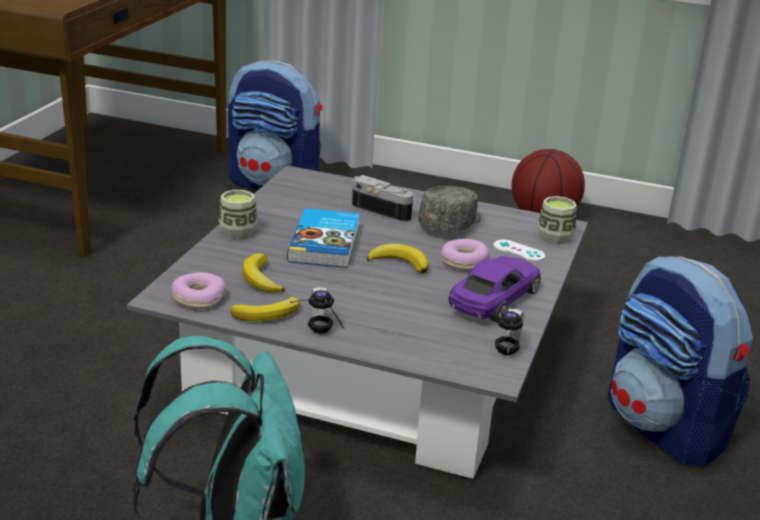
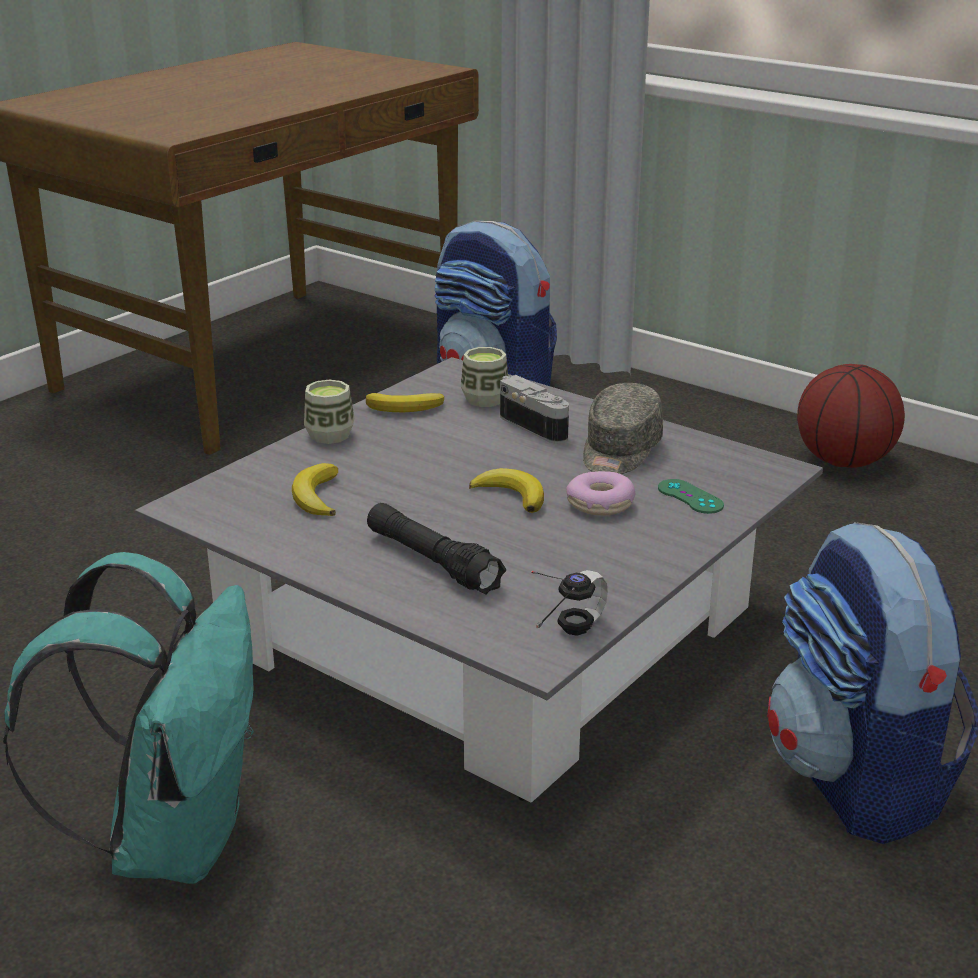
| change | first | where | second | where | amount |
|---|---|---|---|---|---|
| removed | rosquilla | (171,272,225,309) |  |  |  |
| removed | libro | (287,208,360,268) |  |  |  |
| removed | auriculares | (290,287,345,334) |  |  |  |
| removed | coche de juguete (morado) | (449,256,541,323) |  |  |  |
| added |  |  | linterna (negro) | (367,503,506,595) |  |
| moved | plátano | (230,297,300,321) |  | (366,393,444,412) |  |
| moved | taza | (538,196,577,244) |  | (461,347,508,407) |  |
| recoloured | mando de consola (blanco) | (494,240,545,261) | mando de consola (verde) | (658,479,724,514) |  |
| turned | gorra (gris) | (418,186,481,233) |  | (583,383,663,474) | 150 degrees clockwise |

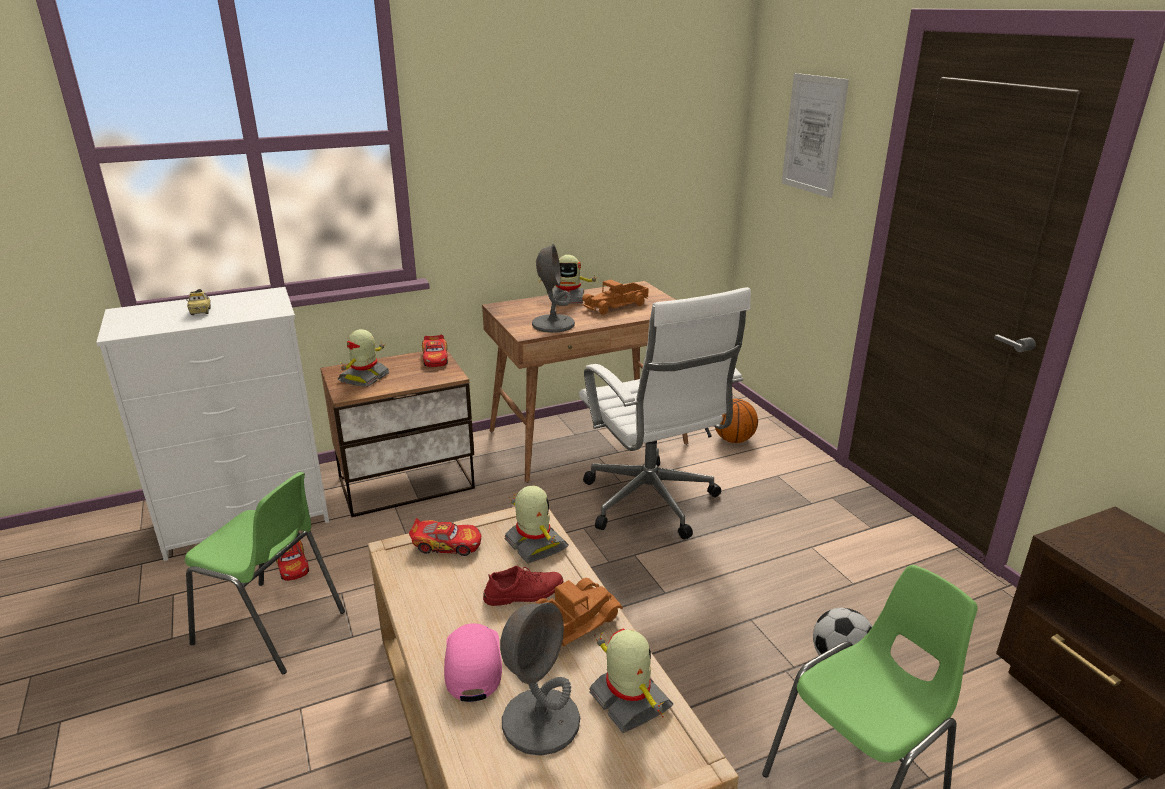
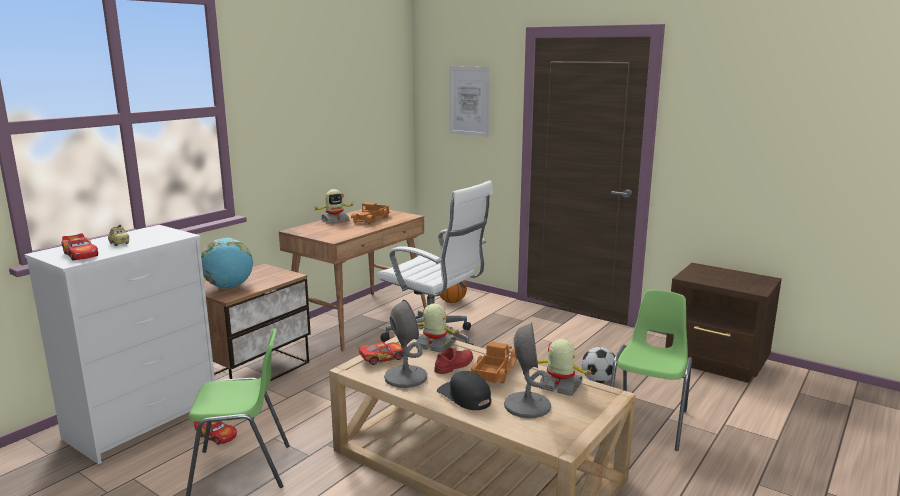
| change | first | where | second | where | amount |
|---|---|---|---|---|---|
| moved | coche de juguete | (422,335,448,367) |  | (61,233,98,261) |  |
| moved | lámpara de mesa (gris) | (532,244,575,333) |  | (384,300,427,388) |  |
| replaced | robot de juguete | (338,329,390,387) | globo terráqueo | (201,238,253,289) |  |
| recoloured | gorra (rosa) | (444,624,502,702) | gorra (negro) | (437,371,491,410) |  |

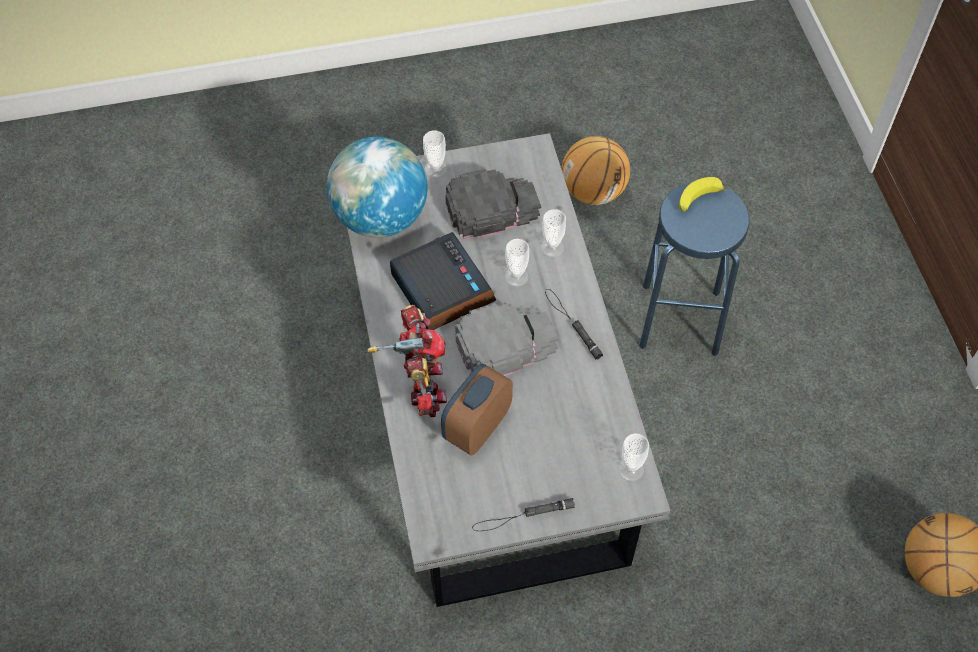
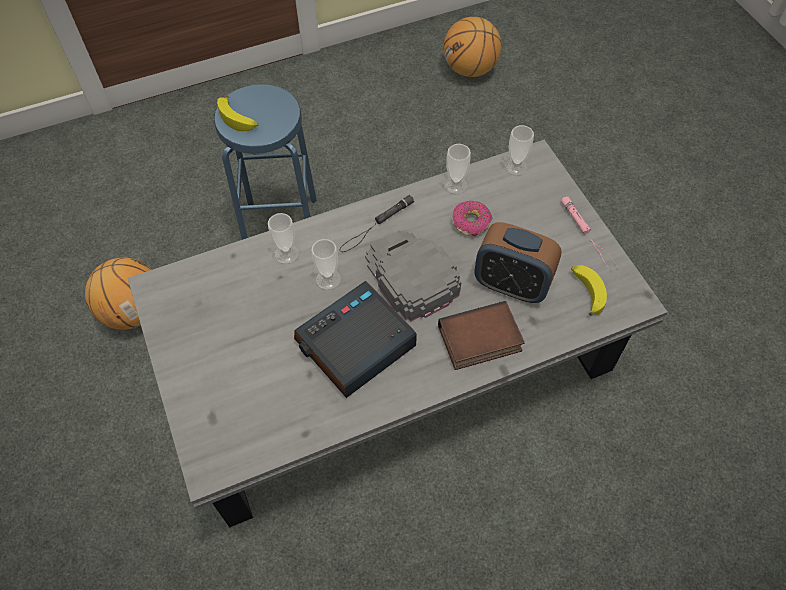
| change | first | where | second | where | amount |
|---|---|---|---|---|---|
| removed | globo terráqueo | (327,137,428,238) |  |  |  |
| removed | gorra (negro) | (445,169,541,239) |  |  |  |
| added |  |  | rosquilla | (452,201,493,237) |  |
| added |  |  | plátano | (571,265,607,316) |  |
| moved | taza | (423,130,447,178) |  | (444,144,471,194) |  |
| replaced | robot de juguete | (367,305,447,417) | libro | (438,301,525,370) |  |
| recoloured | linterna (negro) | (472,498,575,531) | linterna (rosa) | (561,196,617,271) |  |

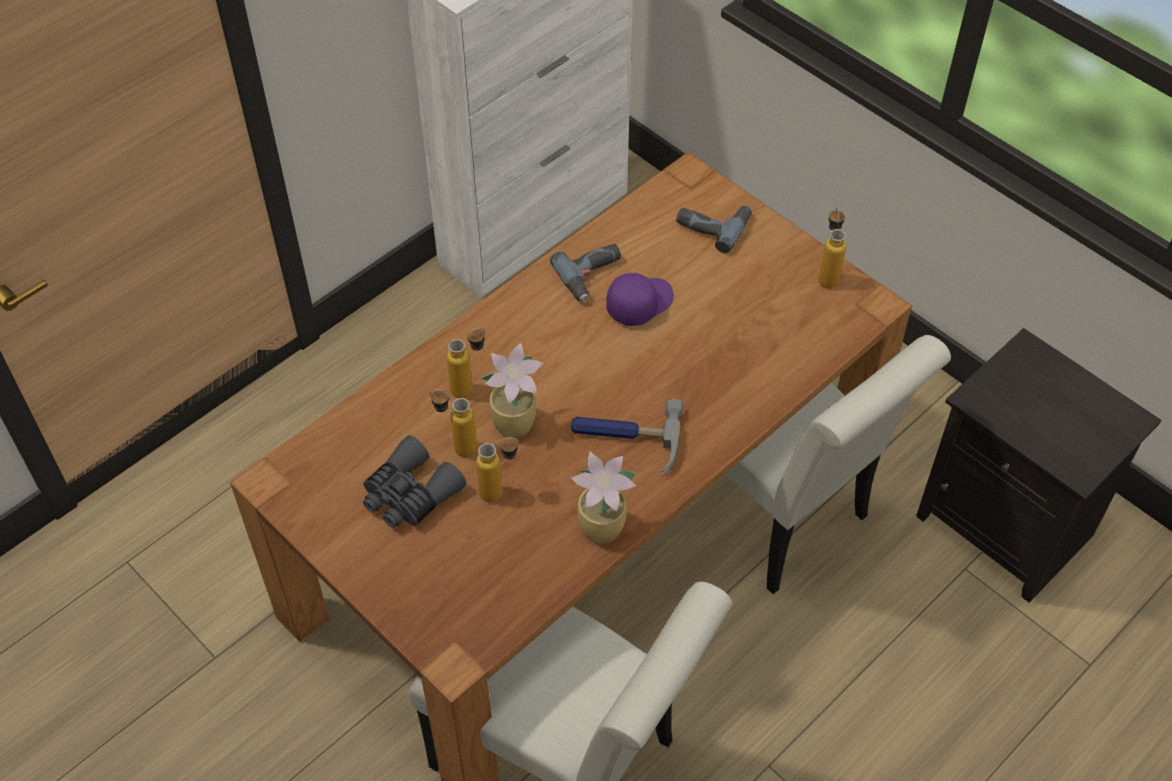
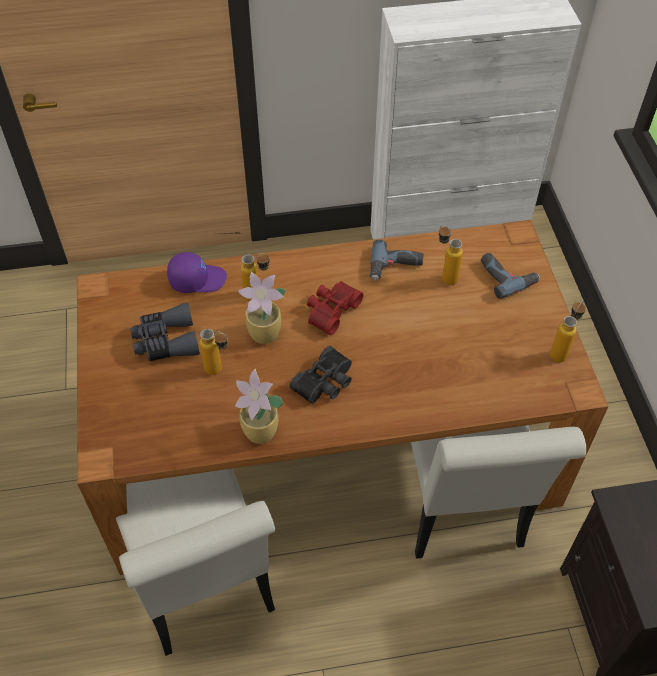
| change | first | where | second | where | amount |
|---|---|---|---|---|---|
| added |  |  | prismáticos (rojo) | (307,281,364,336) |  |
| moved | botella | (430,389,477,457) |  | (439,225,463,285) |  |
| moved | gorra (morado) | (606,273,674,326) |  | (167,252,227,293) |  |
| replaced | martillo | (571,399,684,476) | prismáticos (negro) | (290,346,352,404) |  |

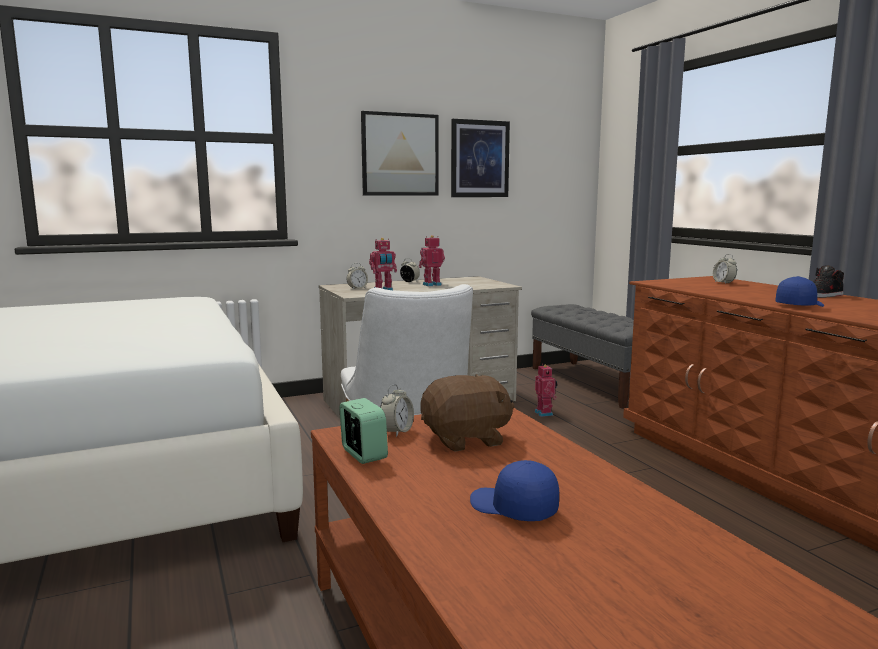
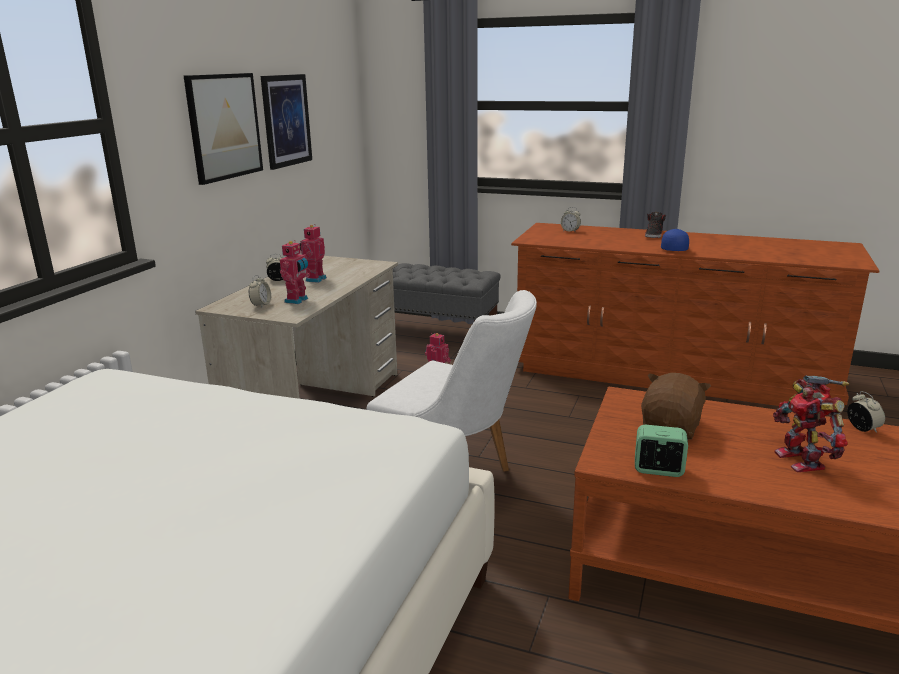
| change | first | where | second | where | amount |
|---|---|---|---|---|---|
| moved | despertador | (380,384,414,437) |  | (847,391,885,433) |  |
| replaced | gorra (azul) | (470,460,559,521) | robot de juguete | (773,375,849,472) |  |

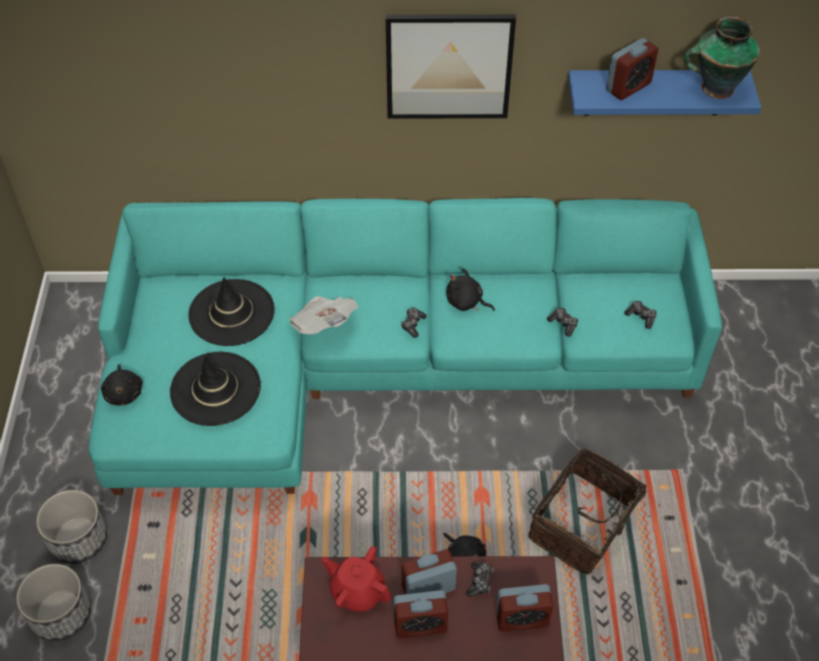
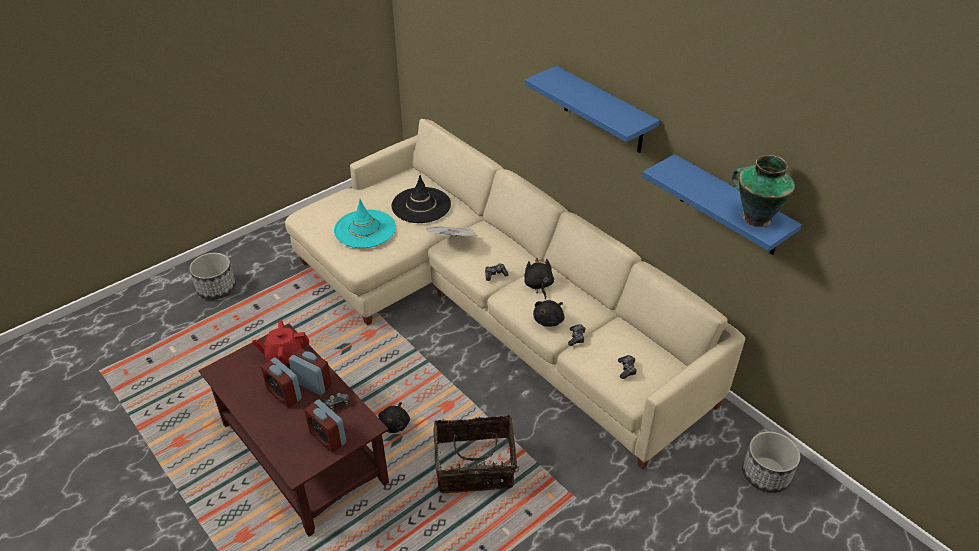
| change | first | where | second | where | amount |
|---|---|---|---|---|---|
| removed | despertador | (606,38,658,100) |  |  |  |
| moved | maceta | (36,490,107,564) |  | (742,431,800,493) |  |
| moved | peluche (negro) | (101,364,143,406) |  | (533,300,565,327) |  |
| replaced | cuadro | (386,14,516,119) | estante (azul) | (525,66,660,153) |  |
| recoloured | sofá (turquesa) | (89,198,722,495) | sofá (beis) | (285,119,745,469) |  |
| recoloured | sombrero (negro) | (170,352,261,426) | sombrero (turquesa) | (334,199,396,248) |  |
| turned | tetera (rojo) | (321,546,391,612) |  | (252,320,309,364) | 90 degrees counterclockwise |

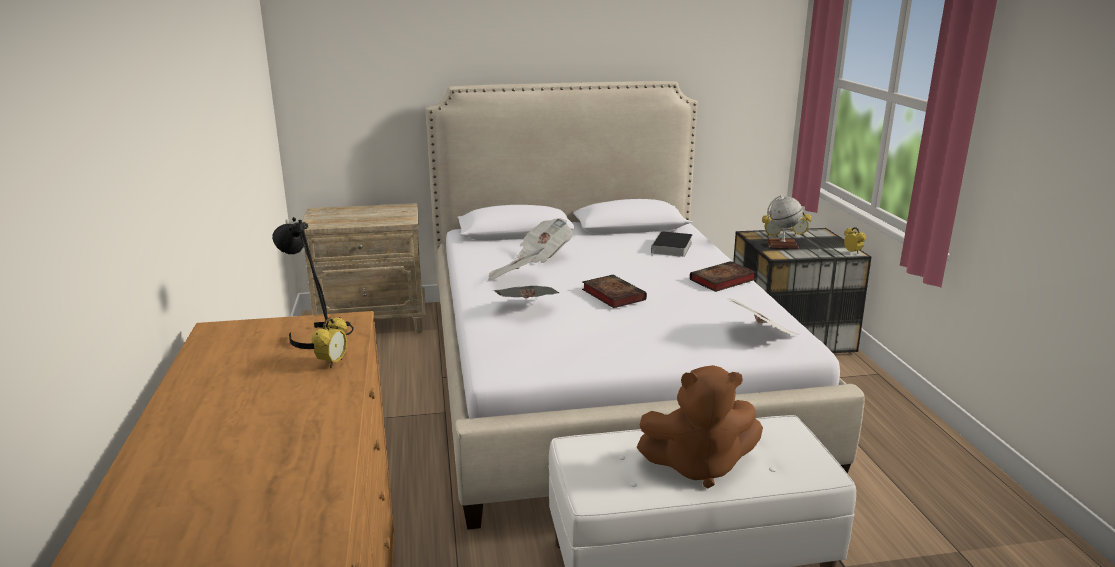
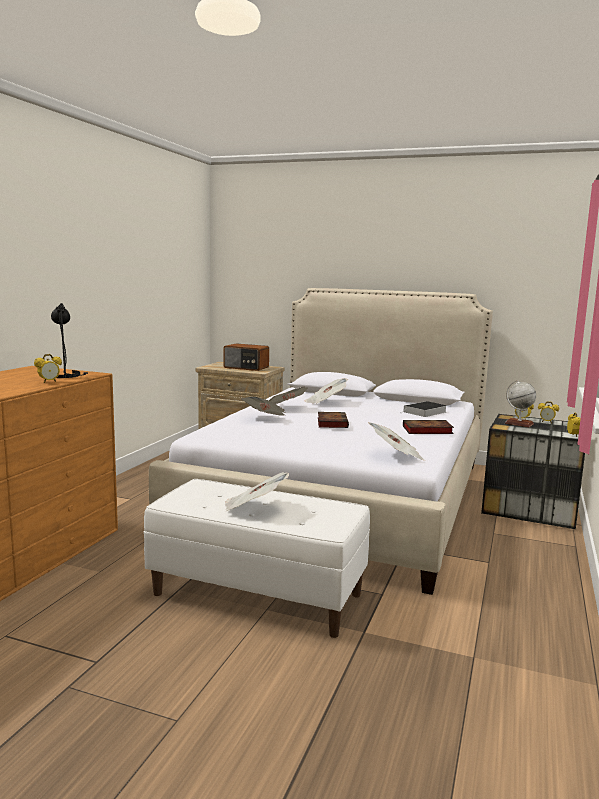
| change | first | where | second | where | amount |
|---|---|---|---|---|---|
| added |  |  | radio | (223,344,269,371) |  |
| replaced | peluche (marrón) | (637,365,763,488) | periódico | (225,472,289,511) |  |

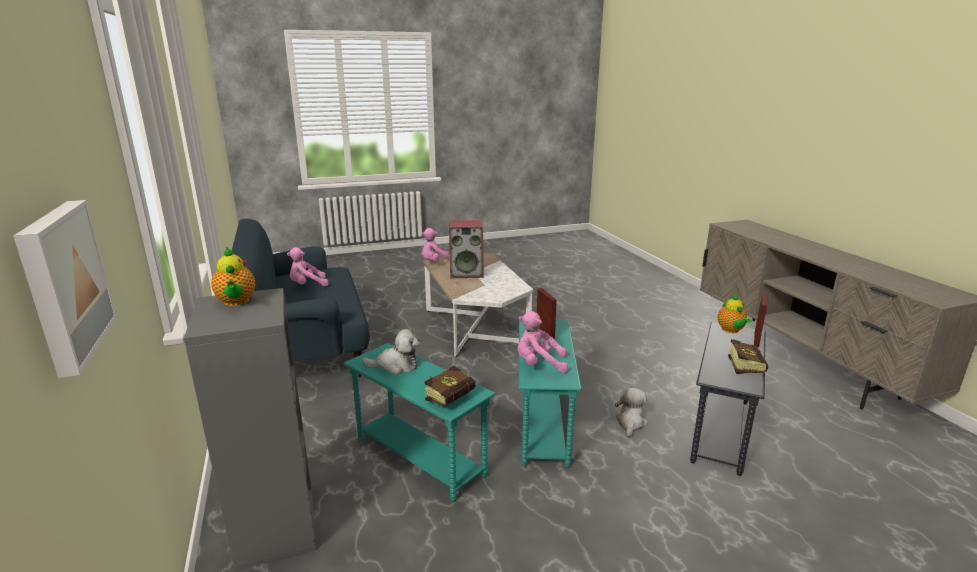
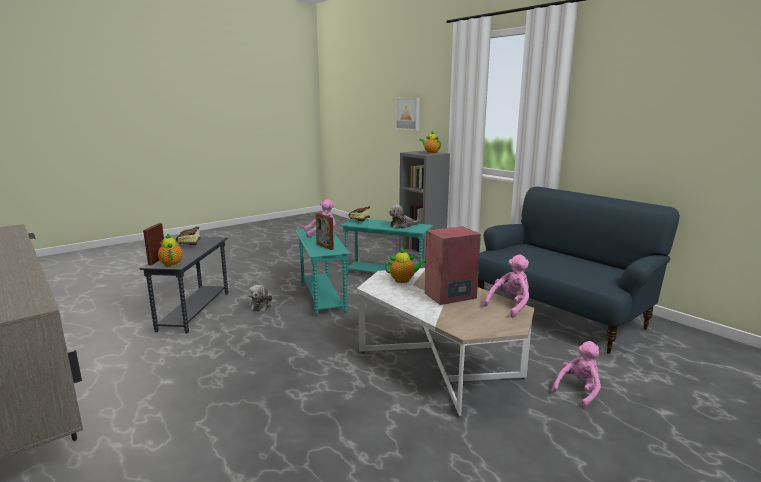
| change | first | where | second | where | amount |
|---|---|---|---|---|---|
| added |  |  | tetera | (385,247,426,283) |  |
| moved | peluche (rosa) | (287,247,328,286) |  | (552,341,601,408) |  |

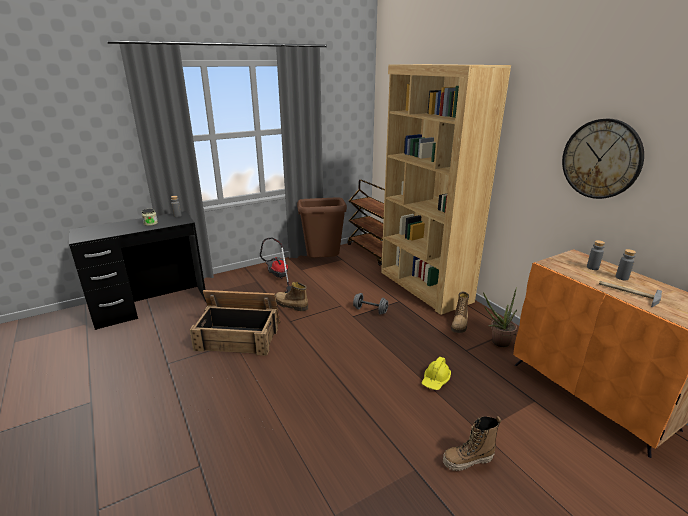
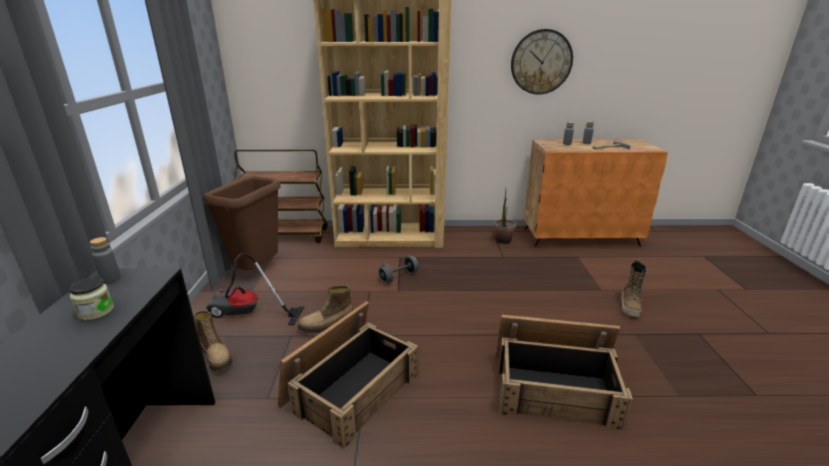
| change | first | where | second | where | amount |
|---|---|---|---|---|---|
| removed | casco (amarillo) | (422,357,451,390) |  |  |  |
| added |  |  | caja de embalaje | (497,315,633,430) |  |
| moved | bota | (451,292,469,333) |  | (194,310,233,372) |  |

